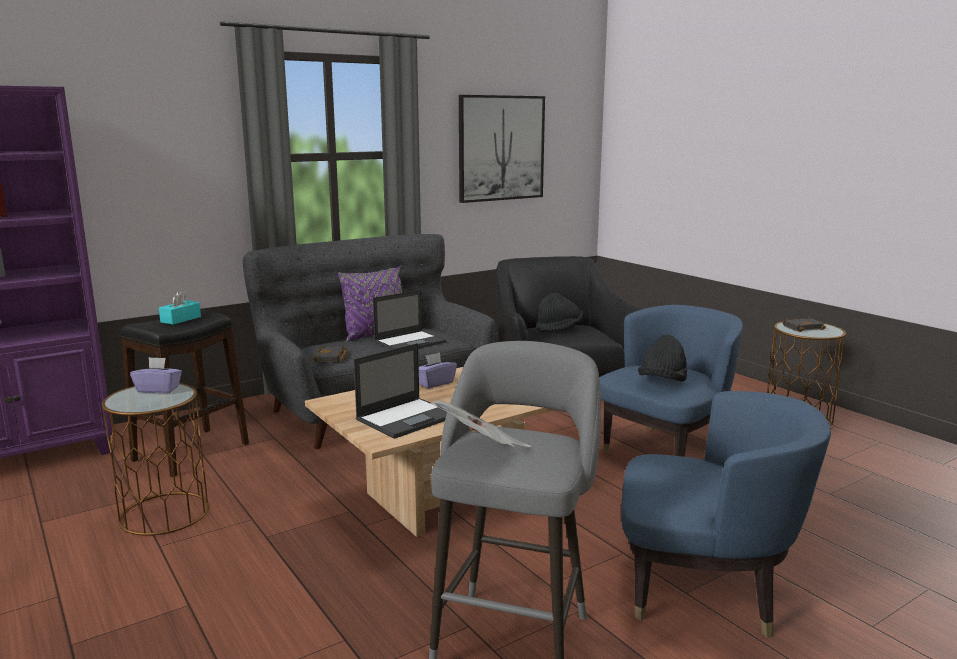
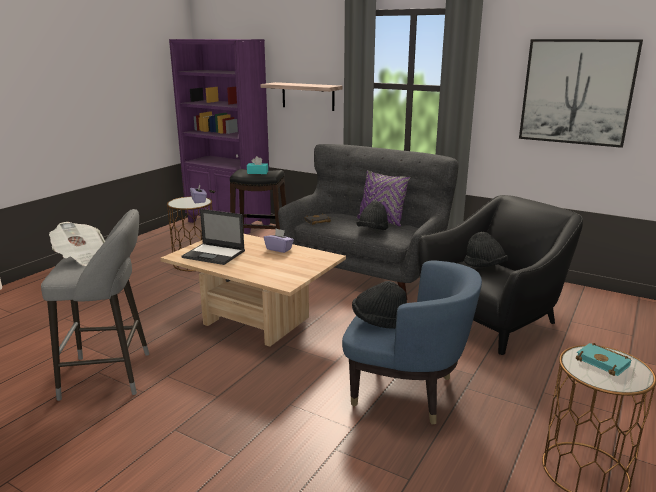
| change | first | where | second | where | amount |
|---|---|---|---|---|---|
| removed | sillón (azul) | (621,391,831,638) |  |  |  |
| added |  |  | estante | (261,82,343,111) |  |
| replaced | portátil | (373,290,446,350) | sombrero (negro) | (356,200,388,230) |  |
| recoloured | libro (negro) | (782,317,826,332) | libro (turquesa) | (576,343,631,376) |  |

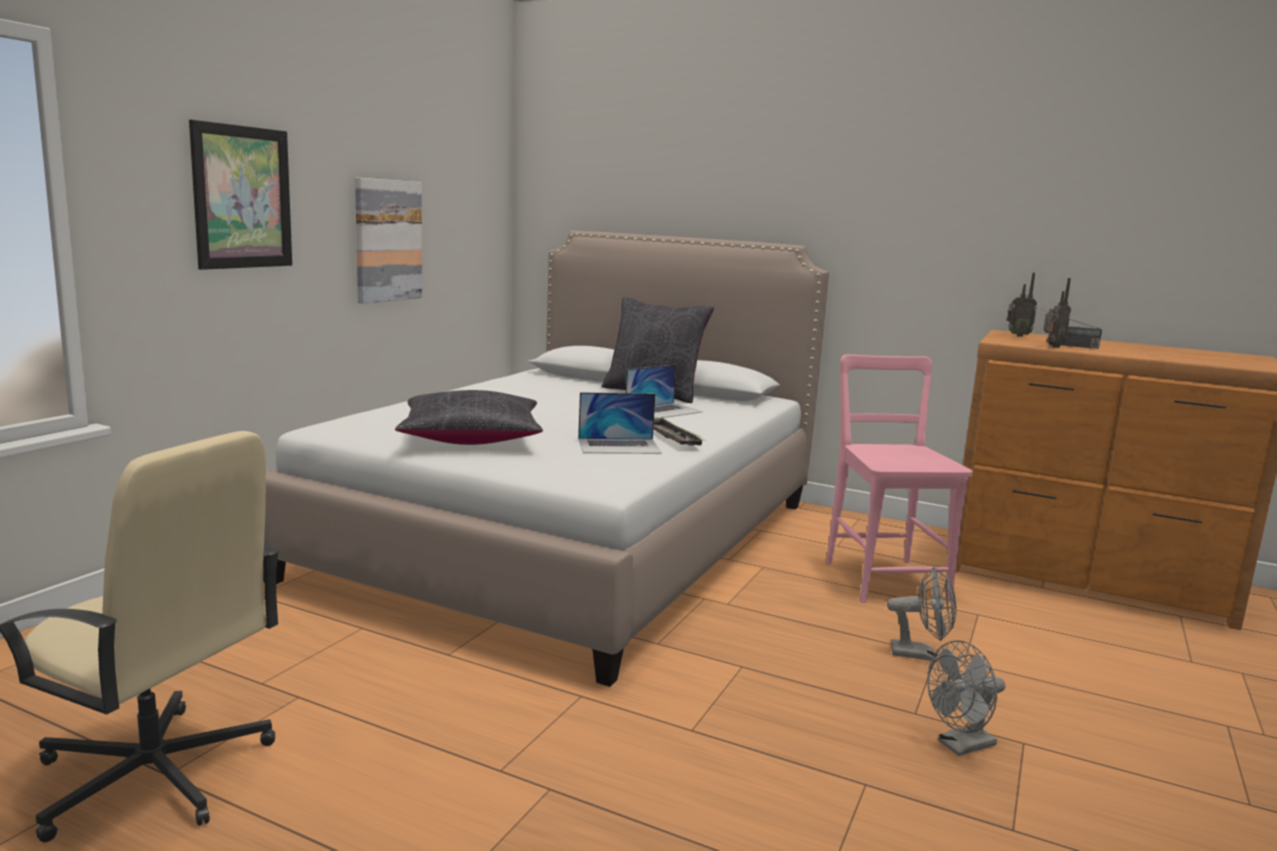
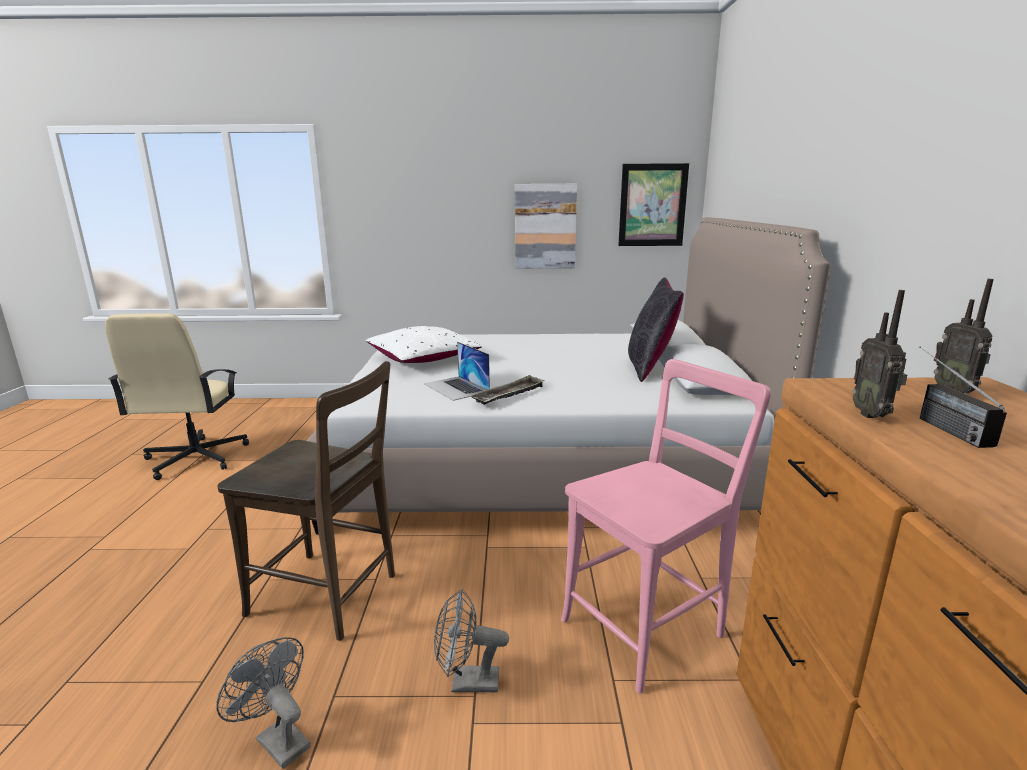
| change | first | where | second | where | amount |
|---|---|---|---|---|---|
| removed | portátil | (626,365,703,418) |  |  |  |
| added |  |  | silla (marrón) | (217,361,395,641) |  |
| moved | cuadro | (189,120,292,270) |  | (618,163,689,246) |  |
| recoloured | cojín (negro) | (395,390,543,445) | cojín (blanco) | (366,326,482,363) |  |
| turned | ventilador (gris) | (887,567,957,661) |  | (434,589,509,692) | 105 degrees clockwise |
| turned | radio | (1043,278,1071,348) |  | (852,290,907,418) | 60 degrees clockwise |

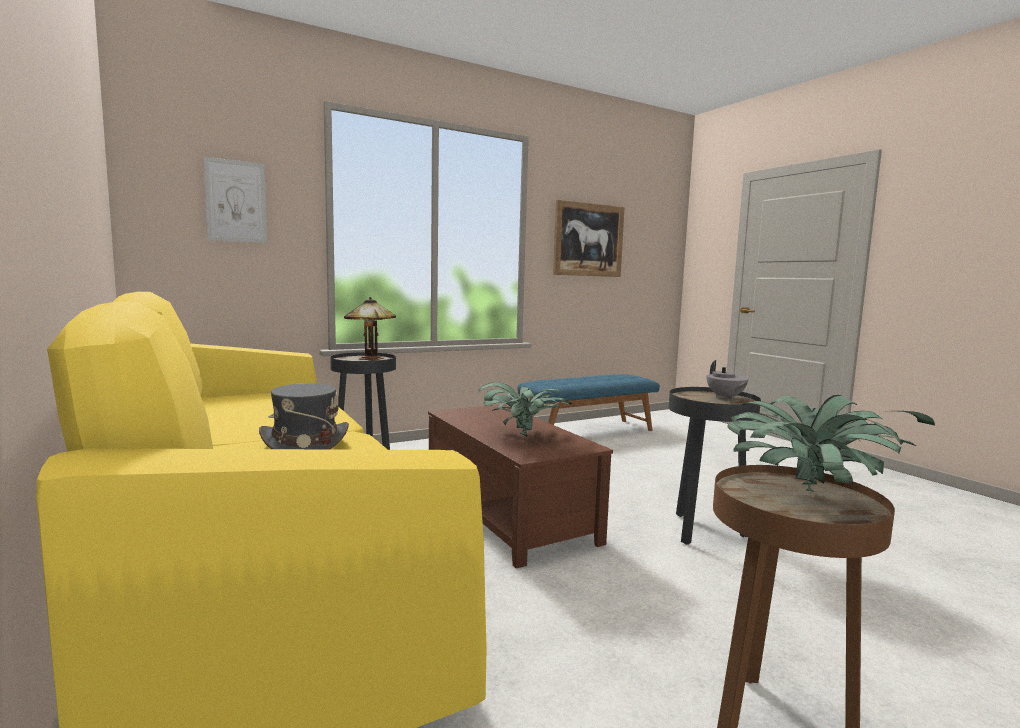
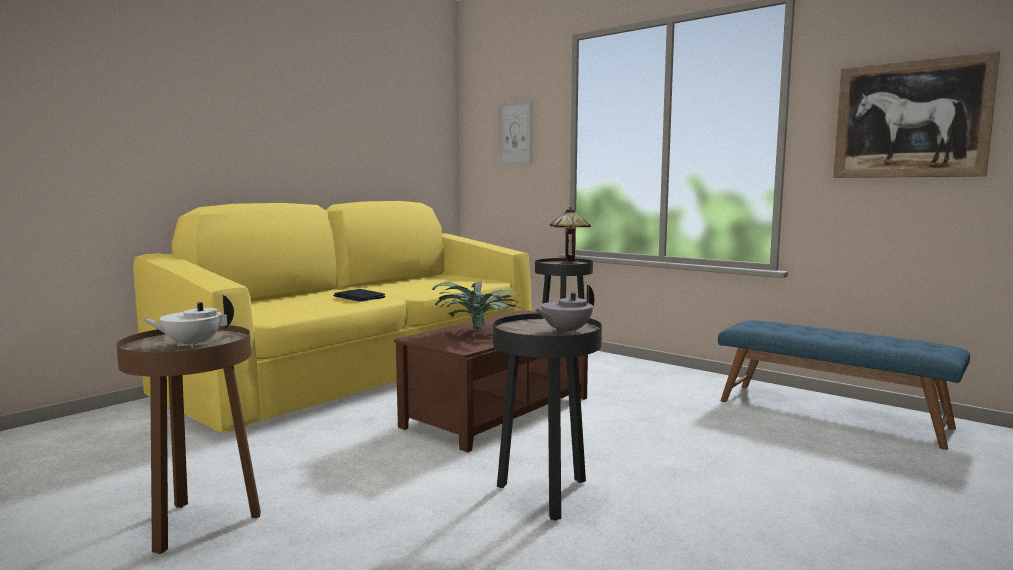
| change | first | where | second | where | amount |
|---|---|---|---|---|---|
| replaced | sombrero (gris) | (259,383,349,449) | portátil | (333,289,386,302) |  |
| replaced | planta en maceta | (727,395,935,492) | tetera (blanco) | (142,295,234,348) |  |

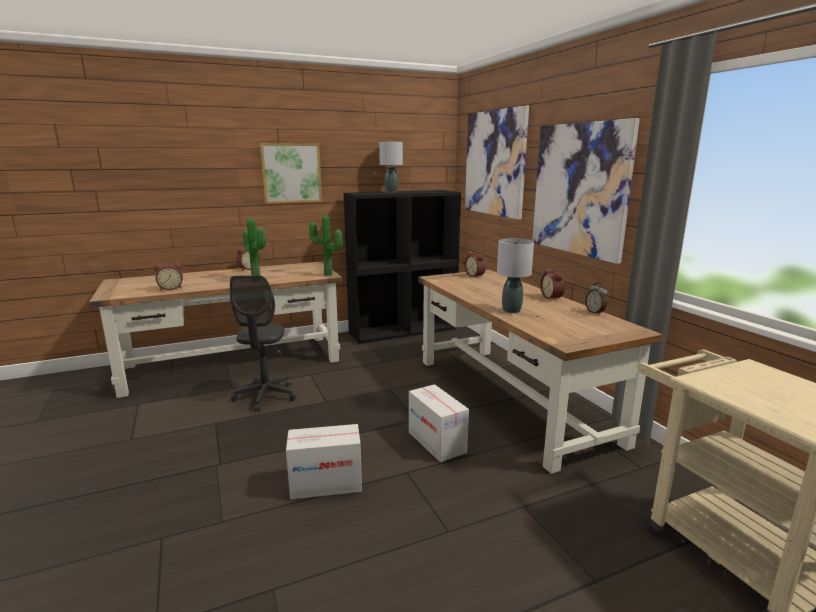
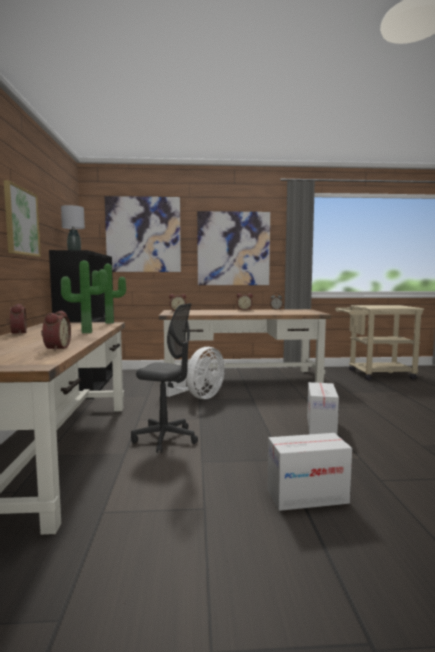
| change | first | where | second | where | amount |
|---|---|---|---|---|---|
| removed | lámpara de mesa (gris) | (497,239,534,313) |  |  |  |
| added |  |  | ventilador (blanco) | (165,347,225,399) |  |
| moved | caja de cartón | (409,384,469,462) |  | (268,433,352,511) |  |

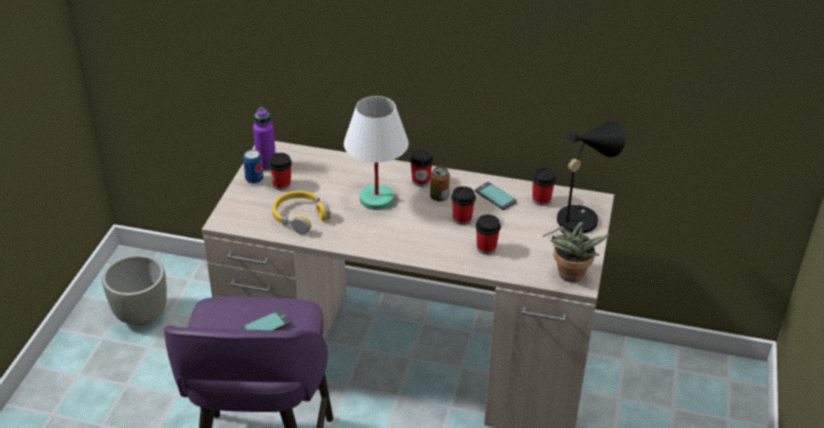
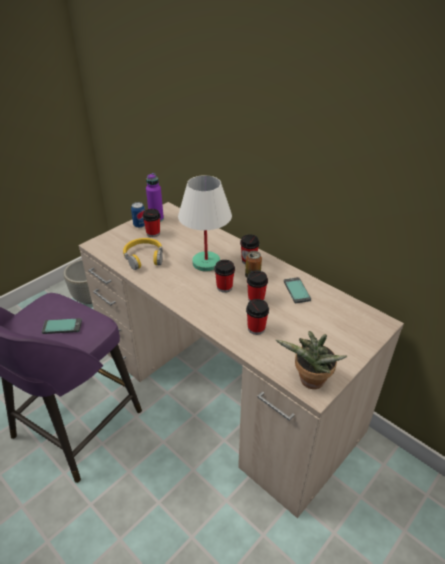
| change | first | where | second | where | amount |
|---|---|---|---|---|---|
| removed | lámpara de mesa (negro) | (542,121,625,237) |  |  |  |
| moved | taza | (532,168,556,206) |  | (214,260,235,293) |  |

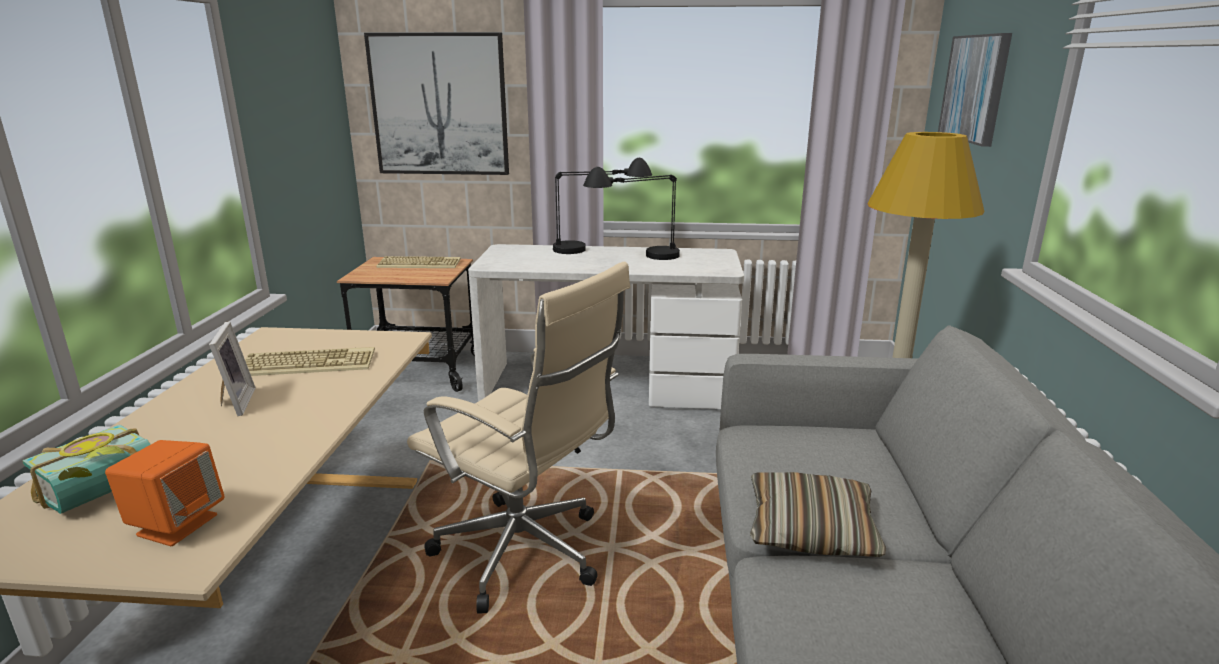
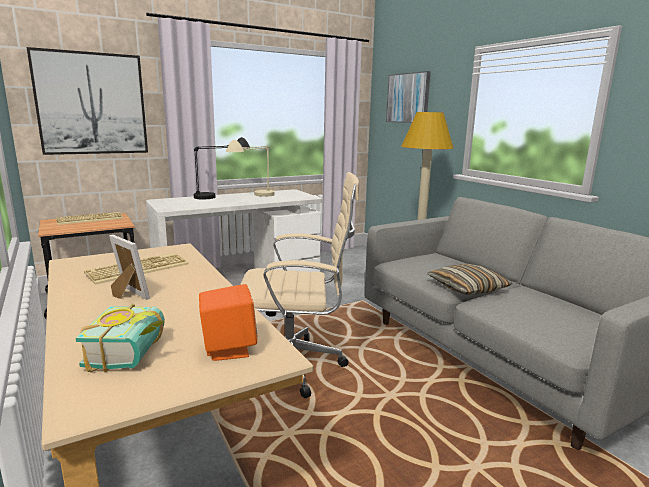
| change | first | where | second | where | amount |
|---|---|---|---|---|---|
| recoloured | lámpara de mesa (negro) | (583,167,680,260) | lámpara de mesa (beis) | (226,140,275,197) |  |

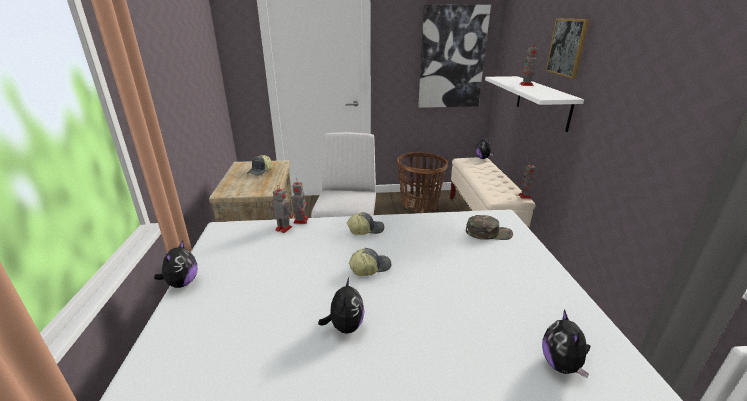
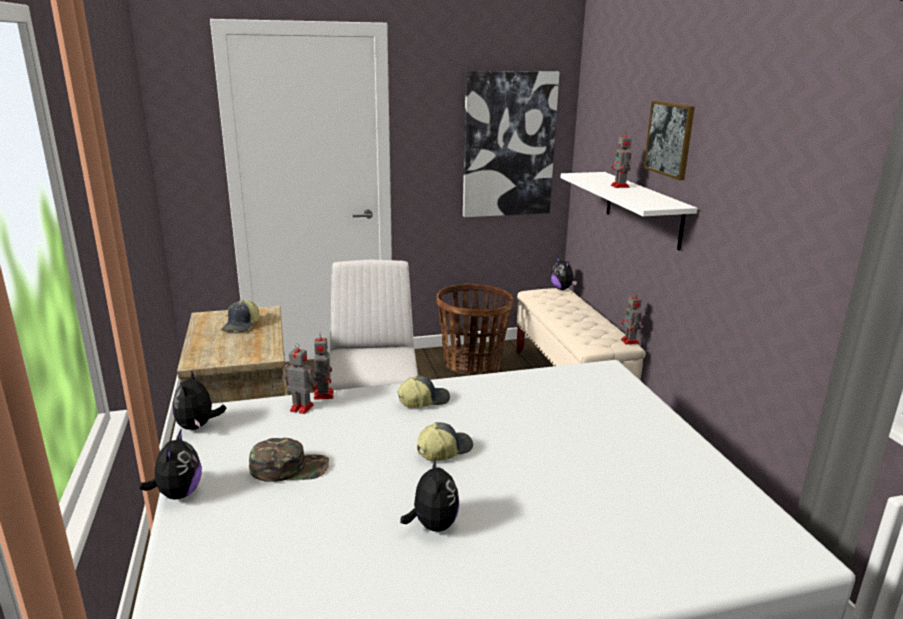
| change | first | where | second | where | amount |
|---|---|---|---|---|---|
| moved | gorra (verde) | (466,215,513,240) |  | (249,438,329,482) |  |
| moved | peluche | (542,310,591,378) |  | (173,371,227,430) |  |

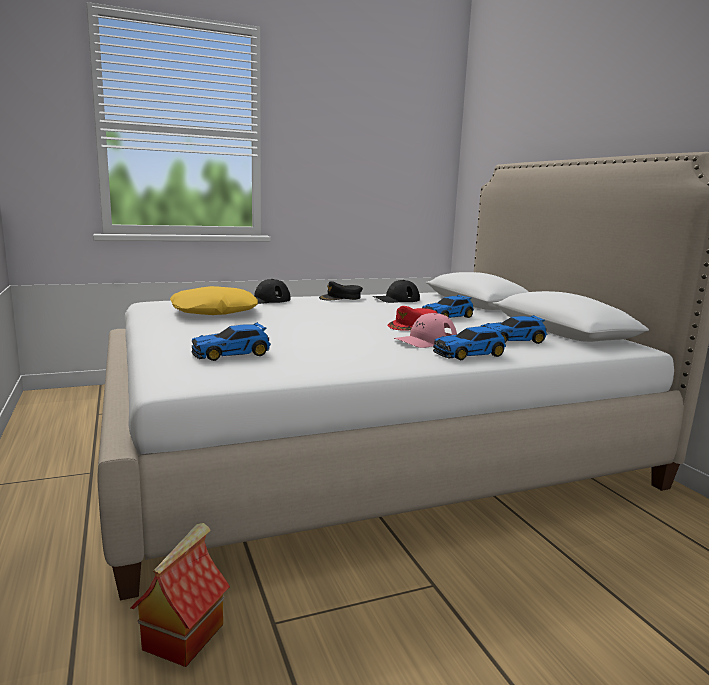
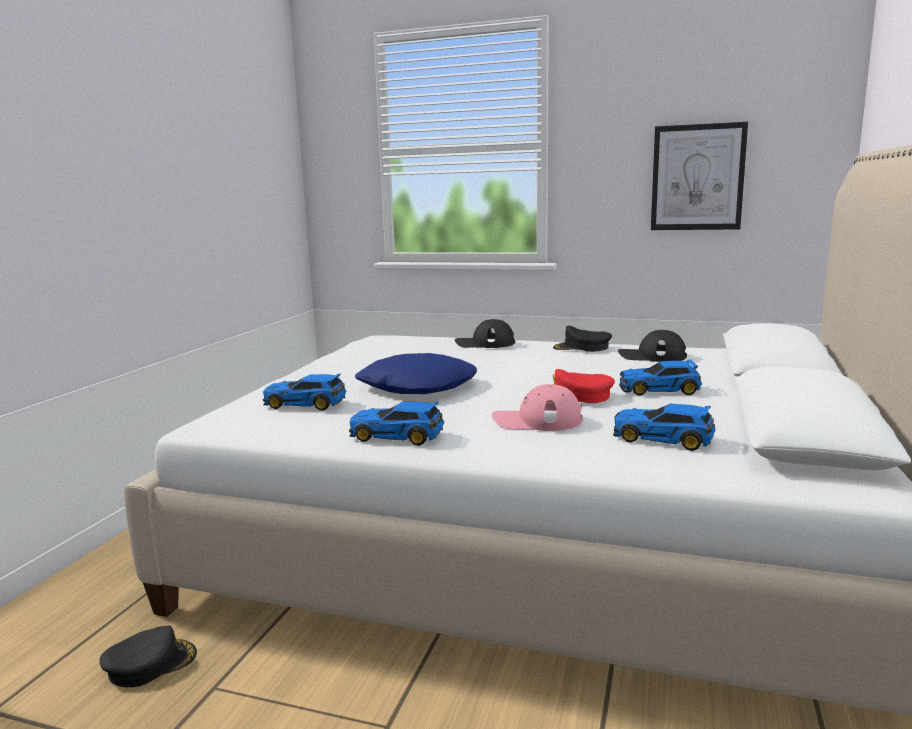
| change | first | where | second | where | amount |
|---|---|---|---|---|---|
| removed | cojín (amarillo) | (170,286,258,315) |  |  |  |
| added |  |  | cojín (azul) | (355,353,477,394) |  |
| added |  |  | cuadro | (651,122,748,230) |  |
| moved | coche de juguete | (433,325,506,360) |  | (349,402,444,446) |  |
| replaced | casita | (130,523,230,667) | gorra (negro) | (100,625,197,687) |  |

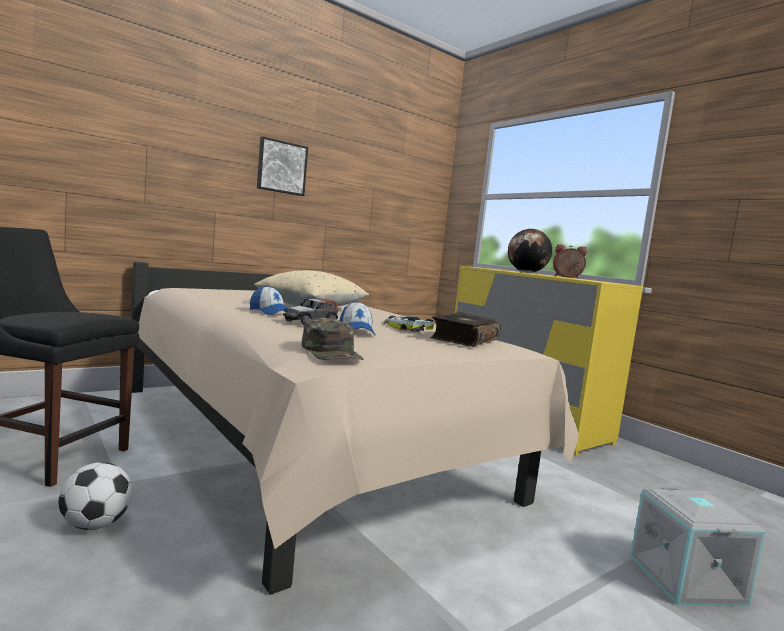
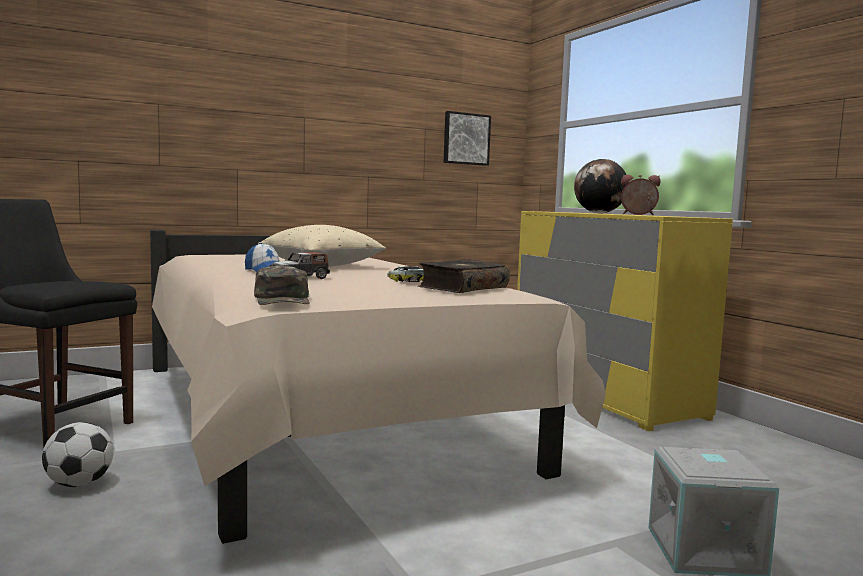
| change | first | where | second | where | amount |
|---|---|---|---|---|---|
| removed | gorra | (340,301,375,335) |  |  |  |
| moved | cuadro | (257,136,308,196) |  | (444,111,491,166) |  |

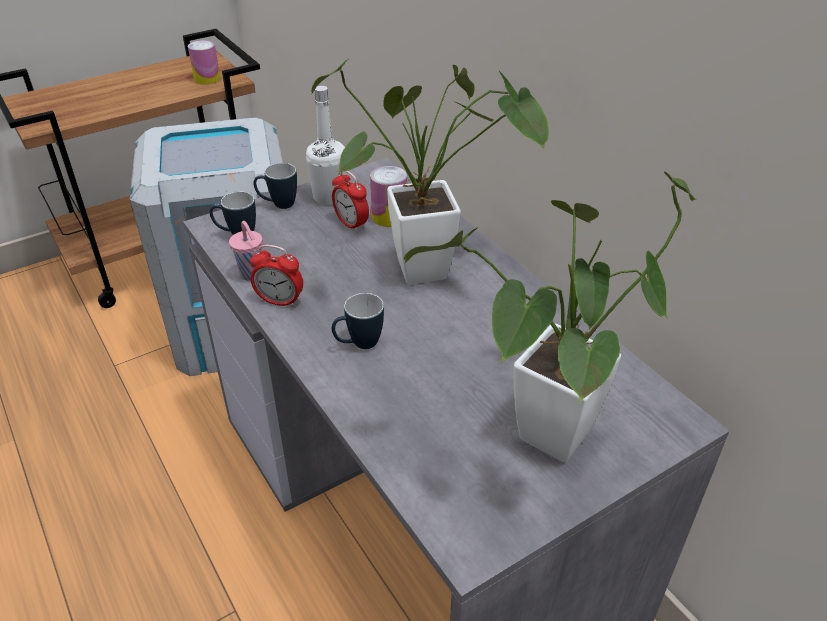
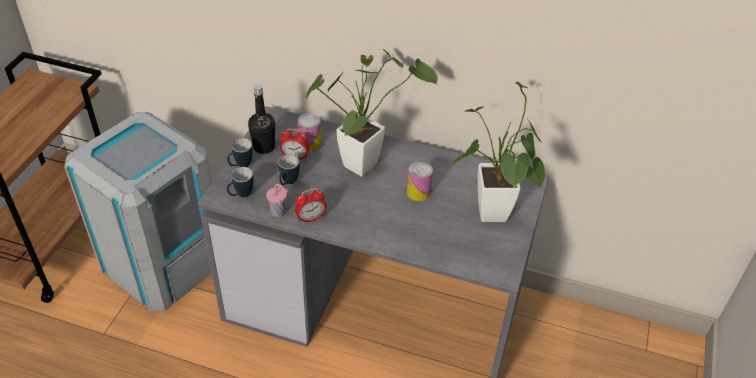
| change | first | where | second | where | amount |
|---|---|---|---|---|---|
| moved | lata | (188,40,220,85) |  | (407,161,433,201) |  |
| moved | taza grande | (332,293,384,349) |  | (278,154,300,185) |  |
| recoloured | botella (blanco) | (306,86,347,205) | botella (negro) | (248,85,275,154) |  |

